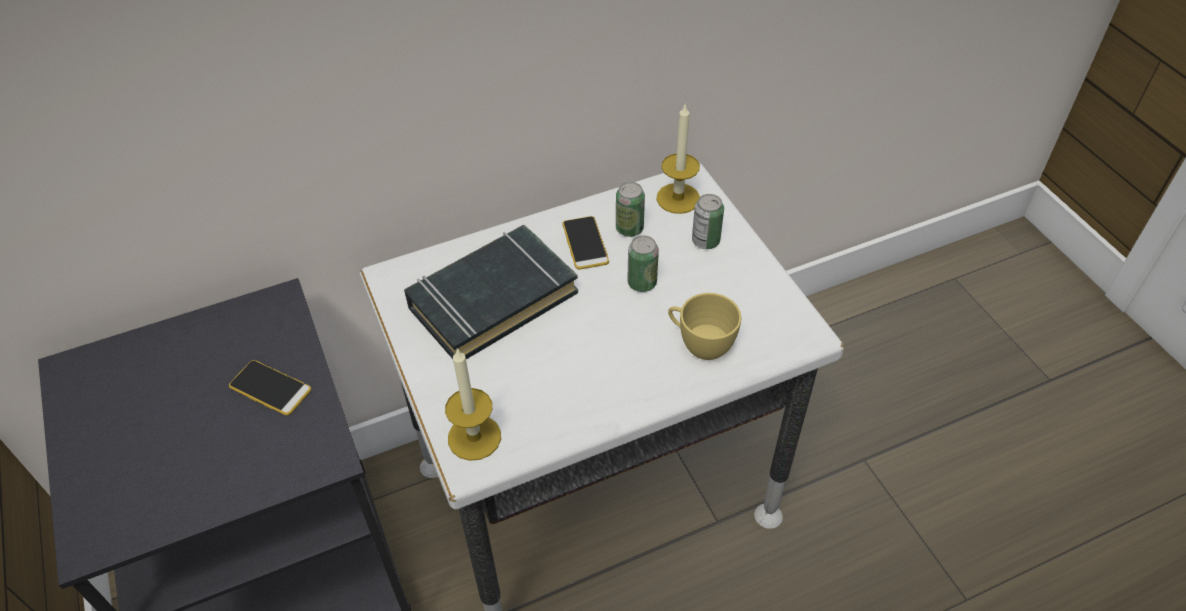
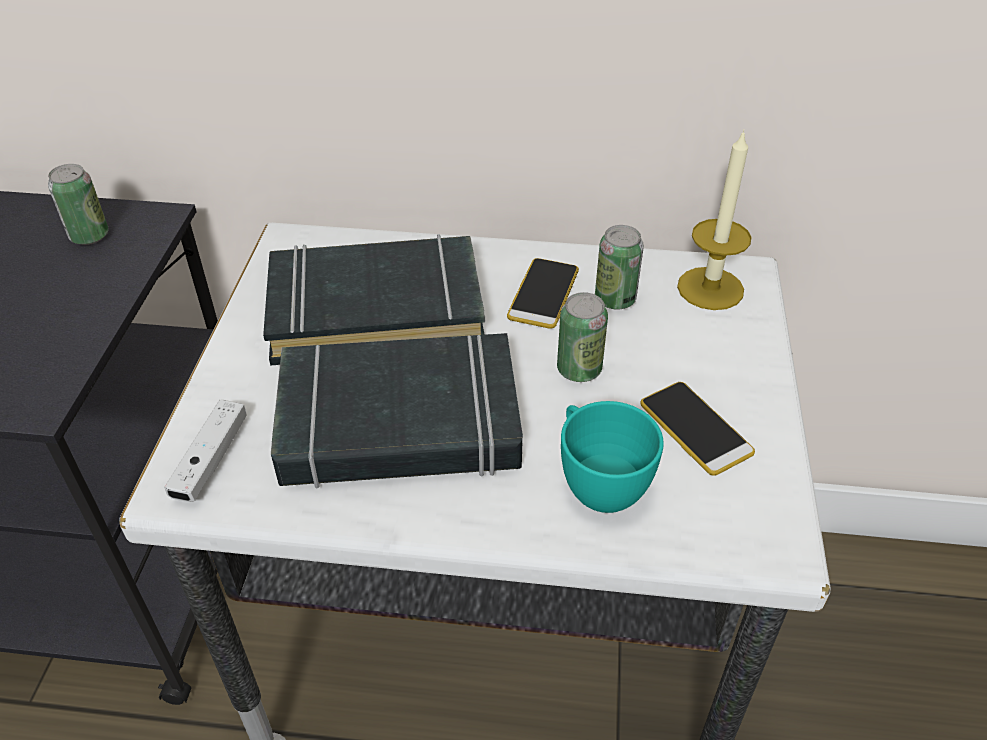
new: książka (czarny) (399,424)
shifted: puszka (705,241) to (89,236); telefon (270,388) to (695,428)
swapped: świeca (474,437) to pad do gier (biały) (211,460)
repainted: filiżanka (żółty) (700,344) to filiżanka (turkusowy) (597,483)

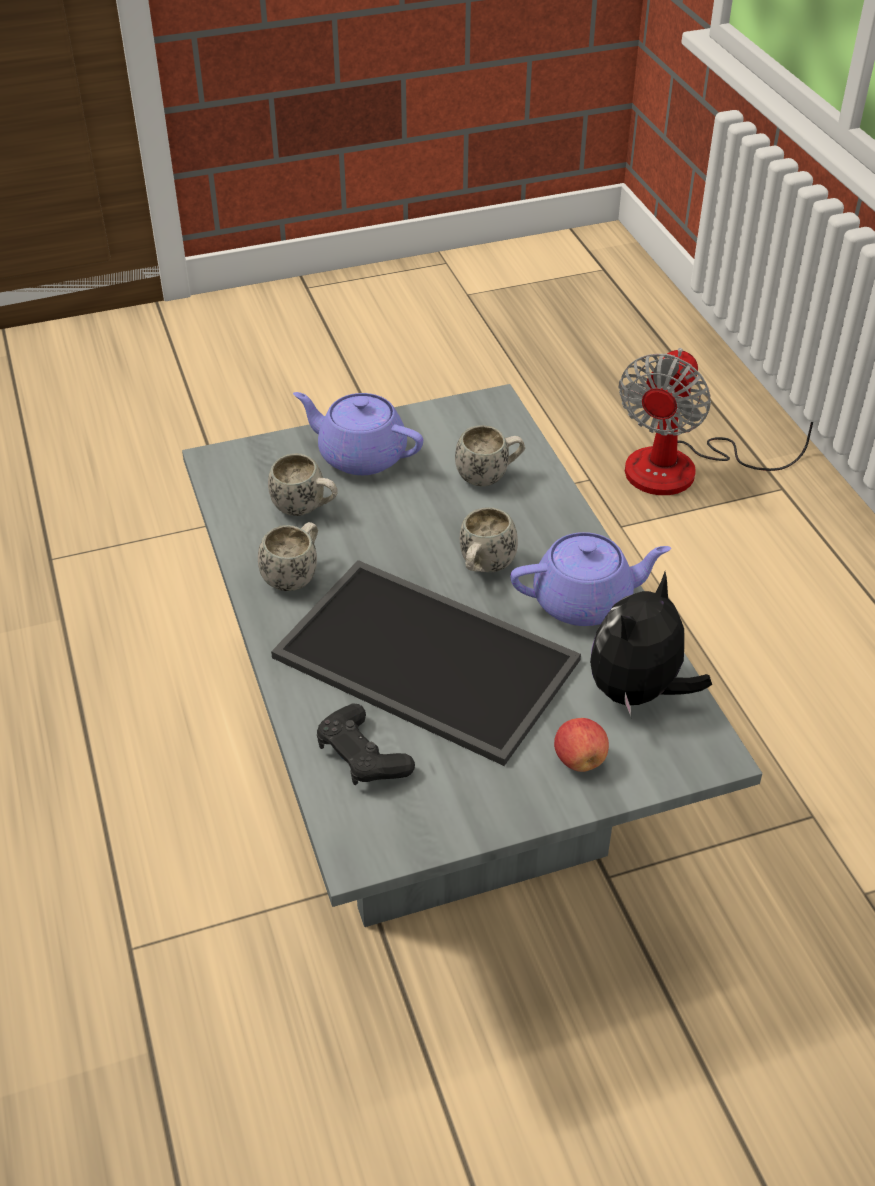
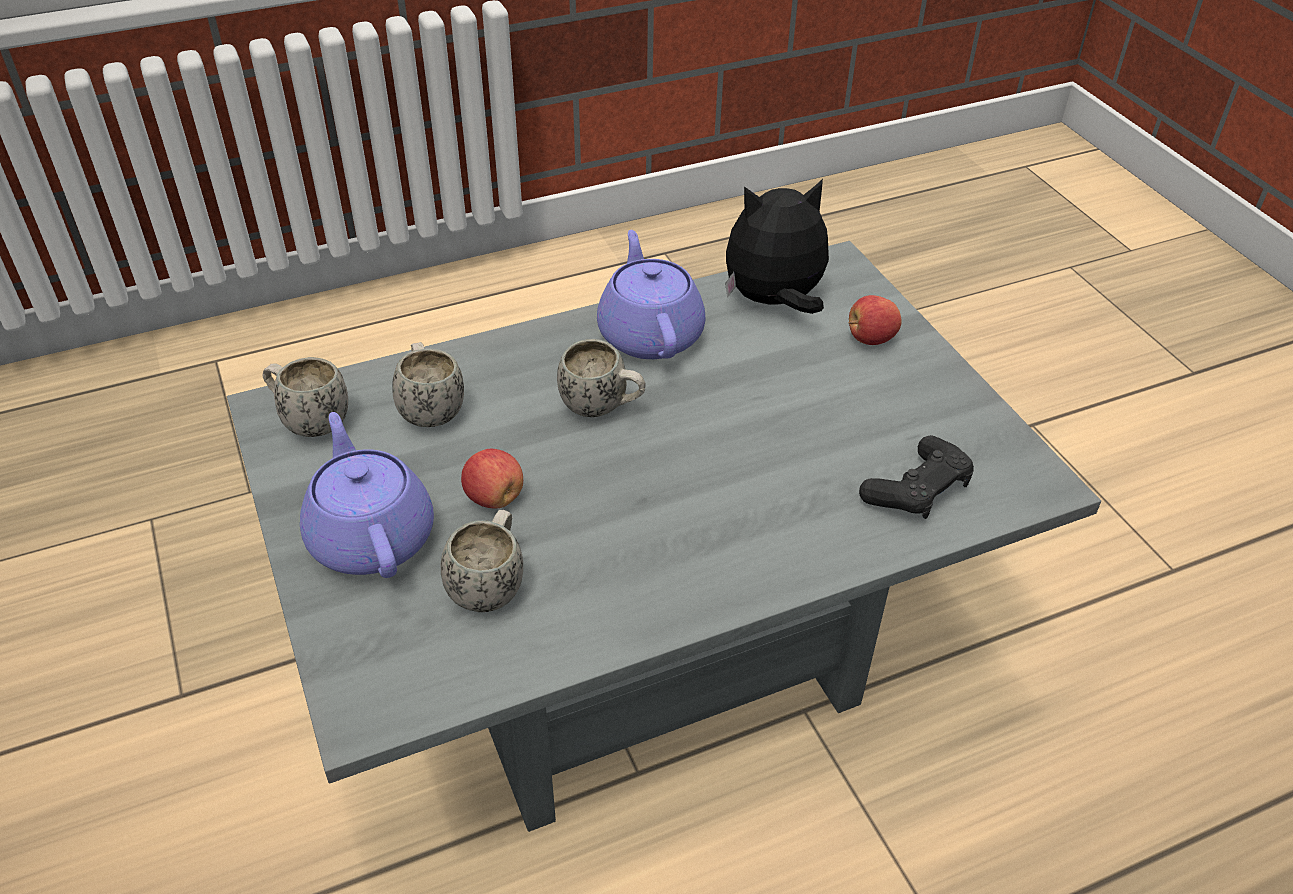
gone: wentylator (686,469); taca (430,657)
new: jabłko (494,498)
shifted: kubek (biały) (295,575) to (308,421)
rotated: imbryk (fioletowy) (360,455) = (371,535) 135 degrees clockwise; pluszak (638,693) = (774,302) 135 degrees clockwise

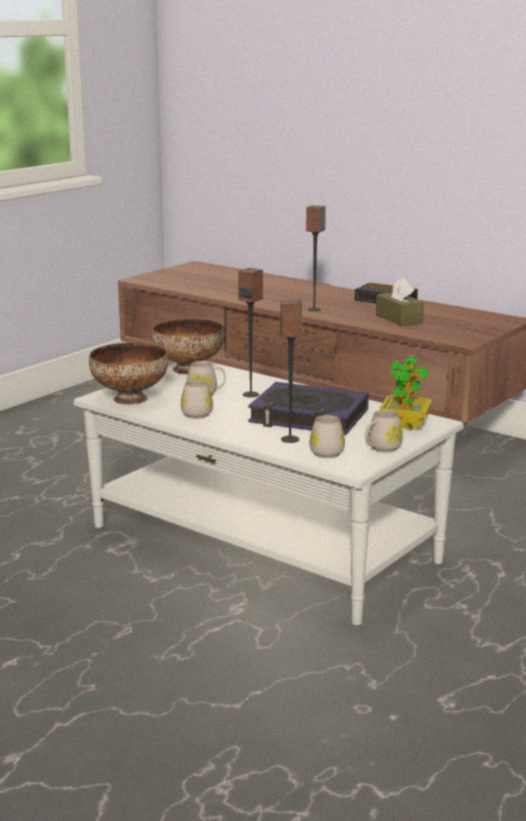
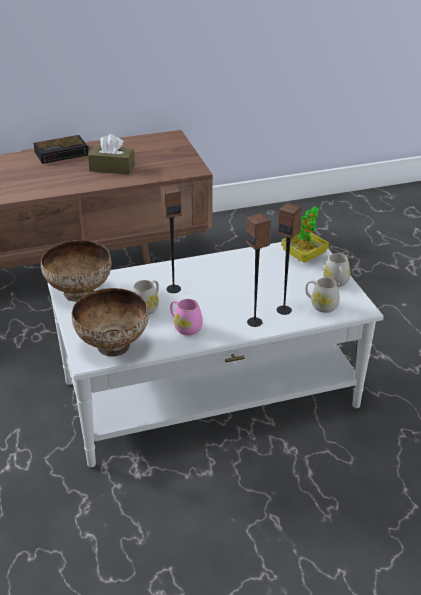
gone: książka (308,417)
shifted: głośnik (314,309) to (255,322)
repainted: kubek (biały) (197,413) to kubek (różowy) (185,327)

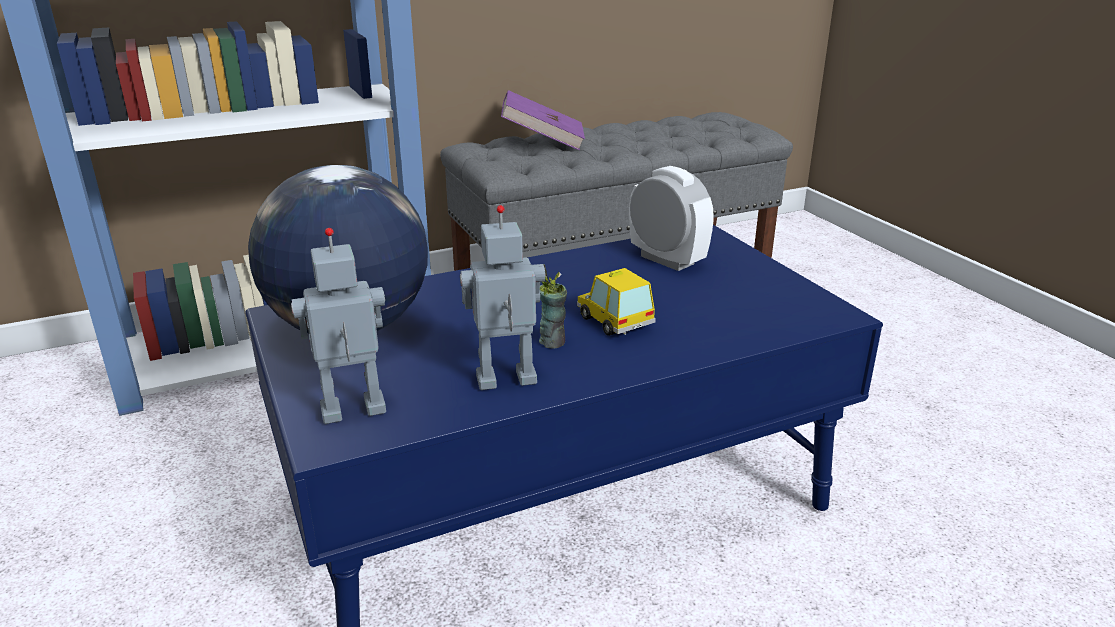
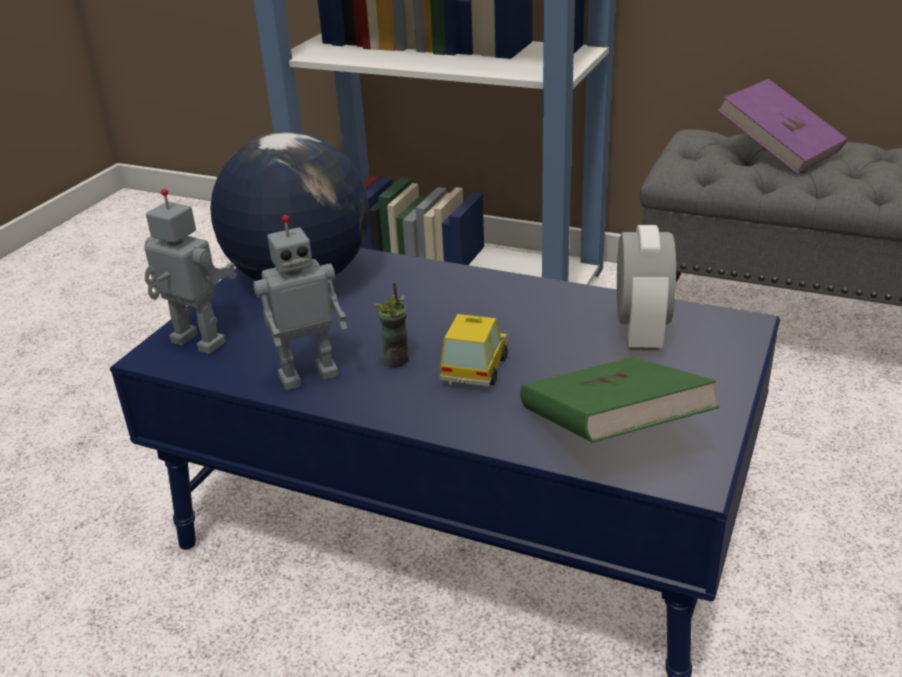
new: książka (zielony) (610,433)
rotated: robot zabawkowy (506,382) = (308,375) 120 degrees clockwise

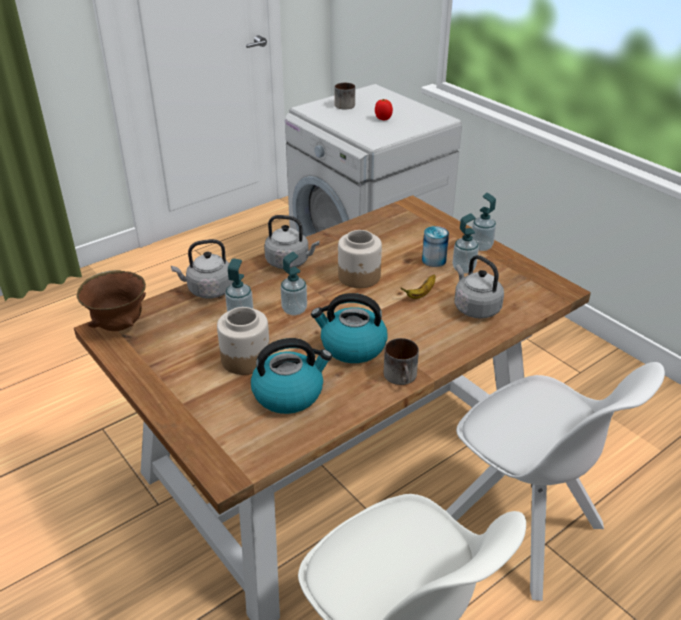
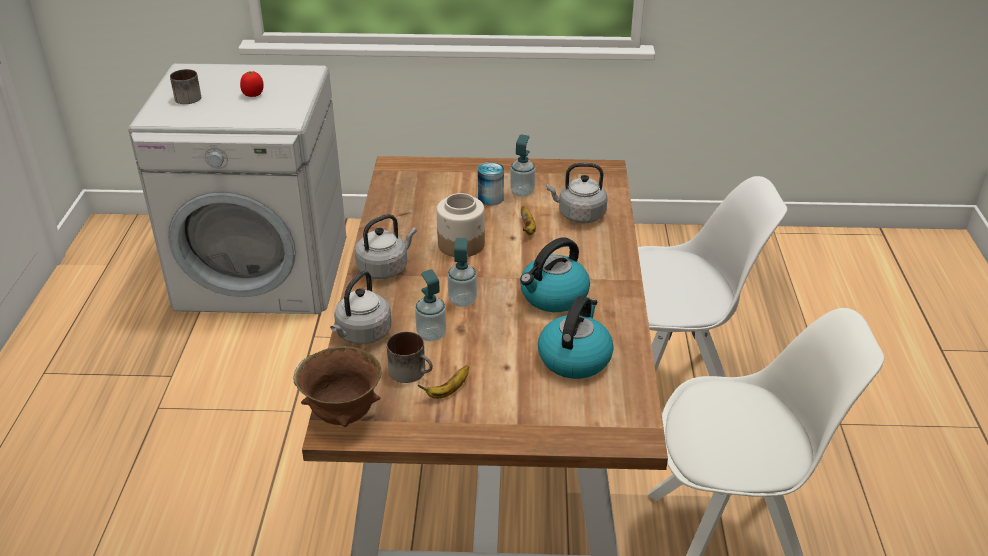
gone: dozownik mydła (481,246); słoik (245,359)
new: banan (448,391)
shifted: kubek (402,377) to (412,371)

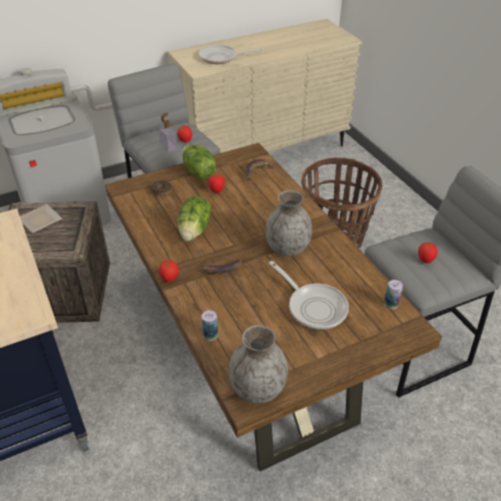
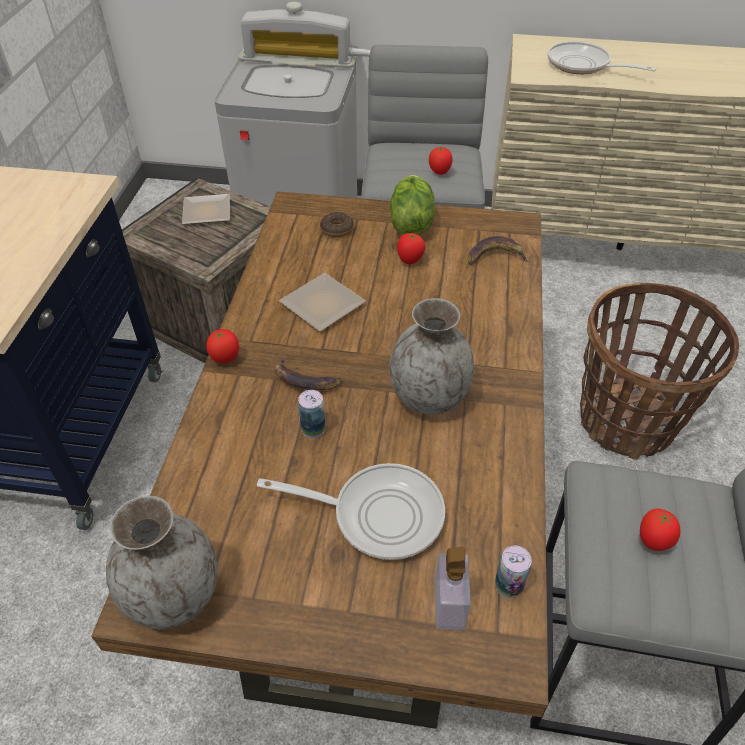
shifted: dozownik mydła (168,147) to (449,604); puszka (210,335) to (313,429)
swapped: sałata (195,230) to talerz (325,305)
rotated: patelnia (314,306) = (378,514) 75 degrees counterclockwise

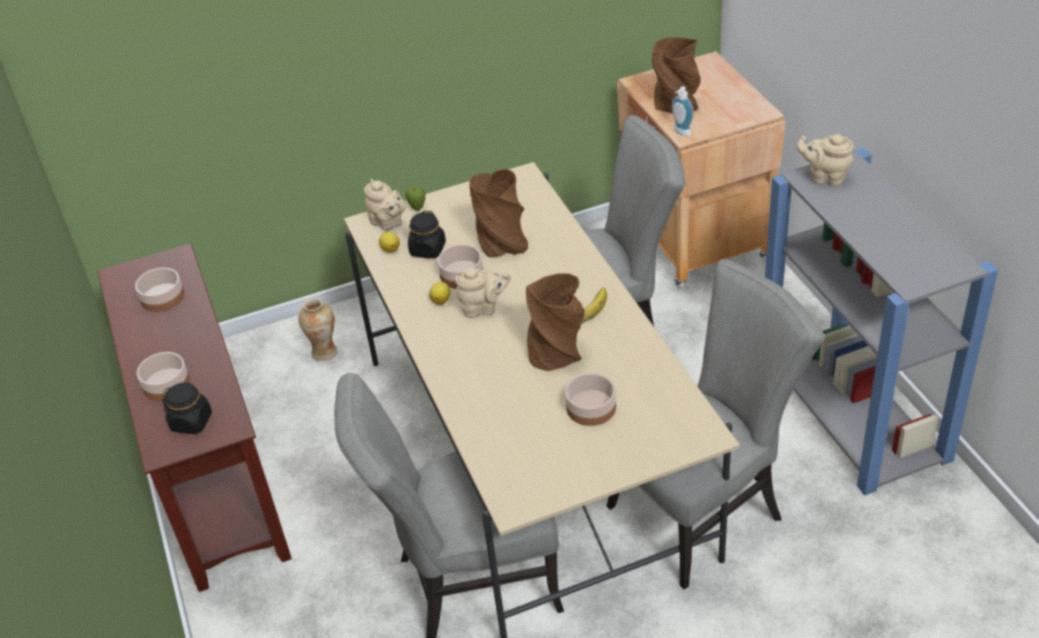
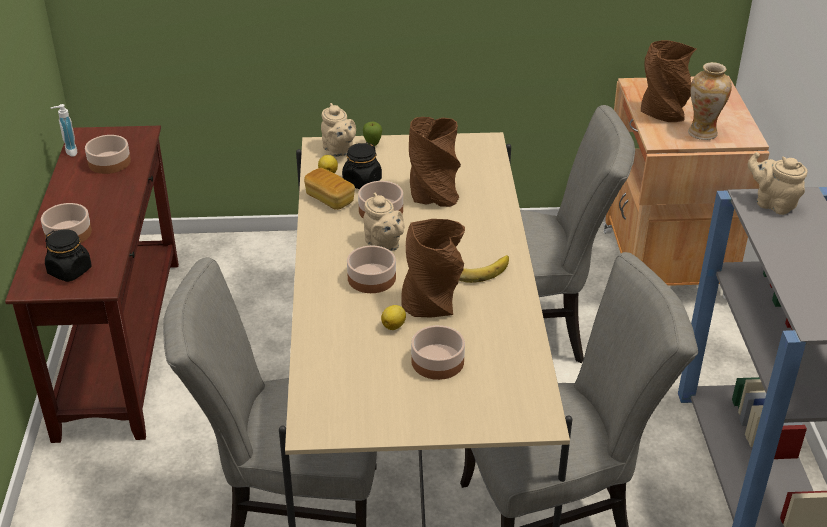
new: chleb (330,199); miska (371,278)
shifted: dozownik mydła (680,133) to (68,152); cytryna (441,300) to (394,326); wazon (324,352) to (702,133)
rotated: imbryk (beżowy) (483,308) = (384,245) 45 degrees clockwise

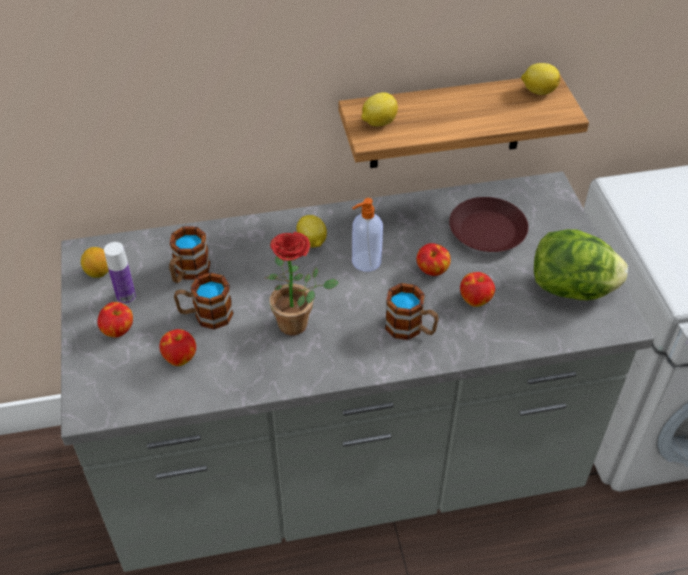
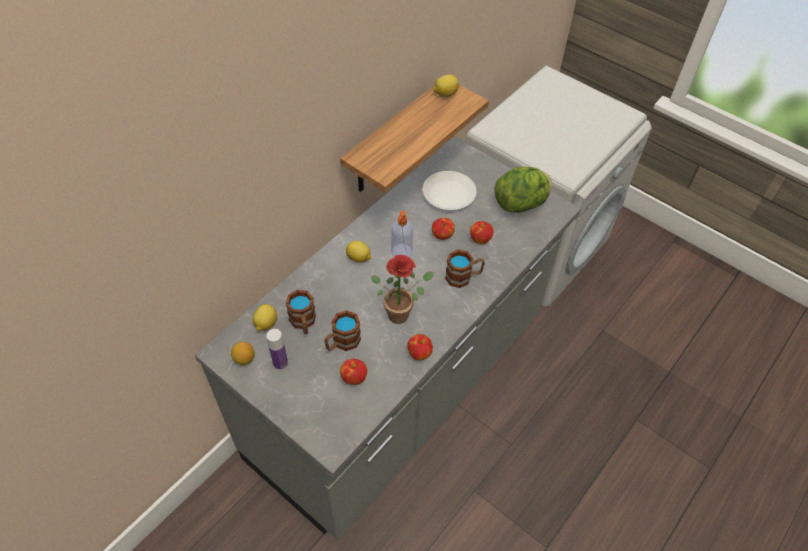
shifted: cytryna (378,122) to (265,324); jabłko (118,330) to (419,353)
repainted: talerz (brązowy) (488,231) to talerz (biały) (449,194)

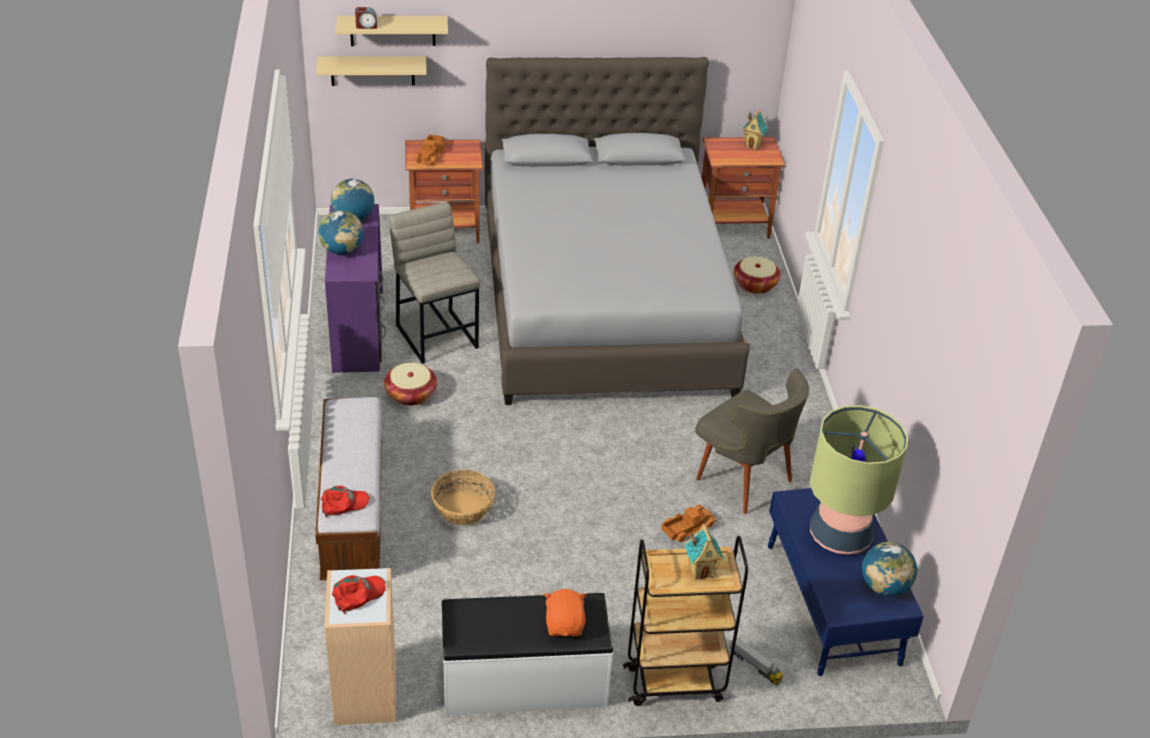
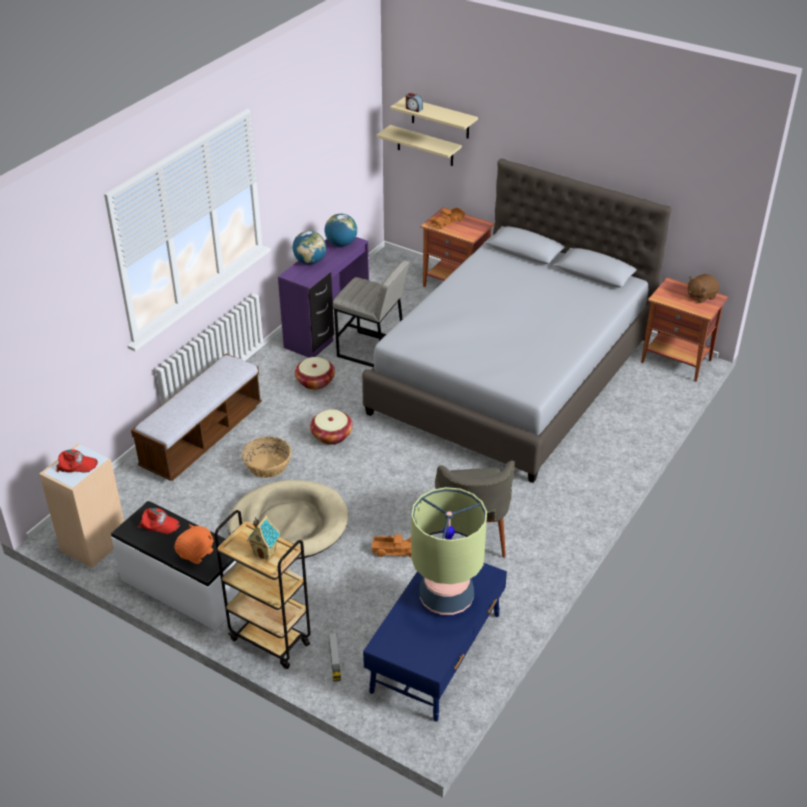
gone: globus (884,587)
new: legowisko (beżowy) (288,524)
shifted: koszyk (755,285) to (331,435); czapka z daszkiem (czerwony) (344,503) to (159,524)
swapped: domek (753,145) to pluszak (brązowy) (701,296)
rotated: krzesło (szary) (435,335) = (372,351) 105 degrees clockwise

